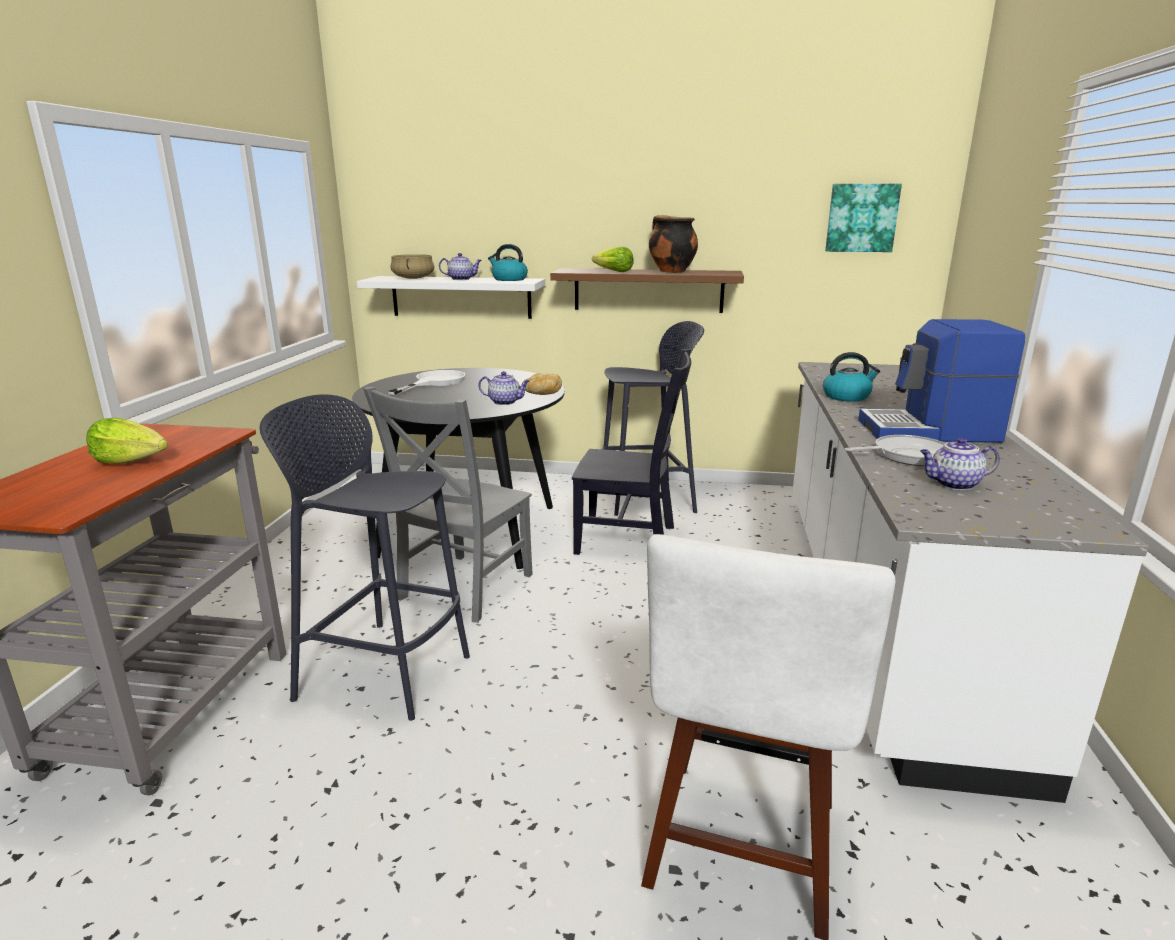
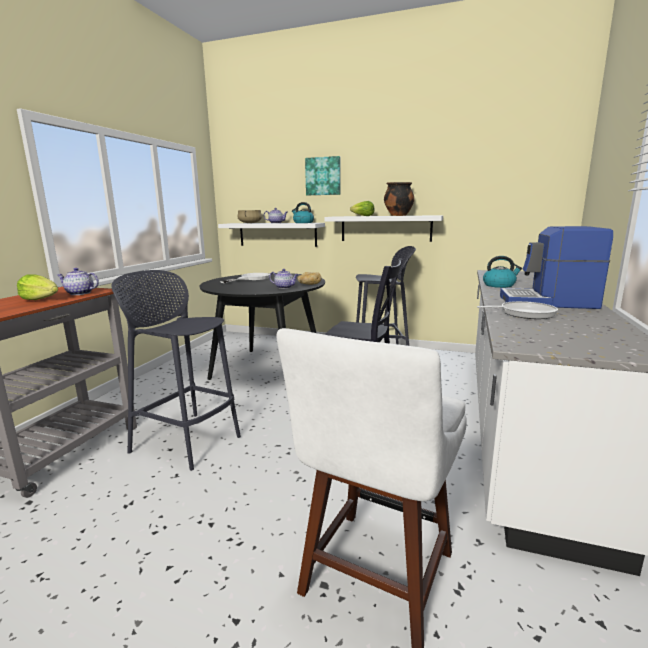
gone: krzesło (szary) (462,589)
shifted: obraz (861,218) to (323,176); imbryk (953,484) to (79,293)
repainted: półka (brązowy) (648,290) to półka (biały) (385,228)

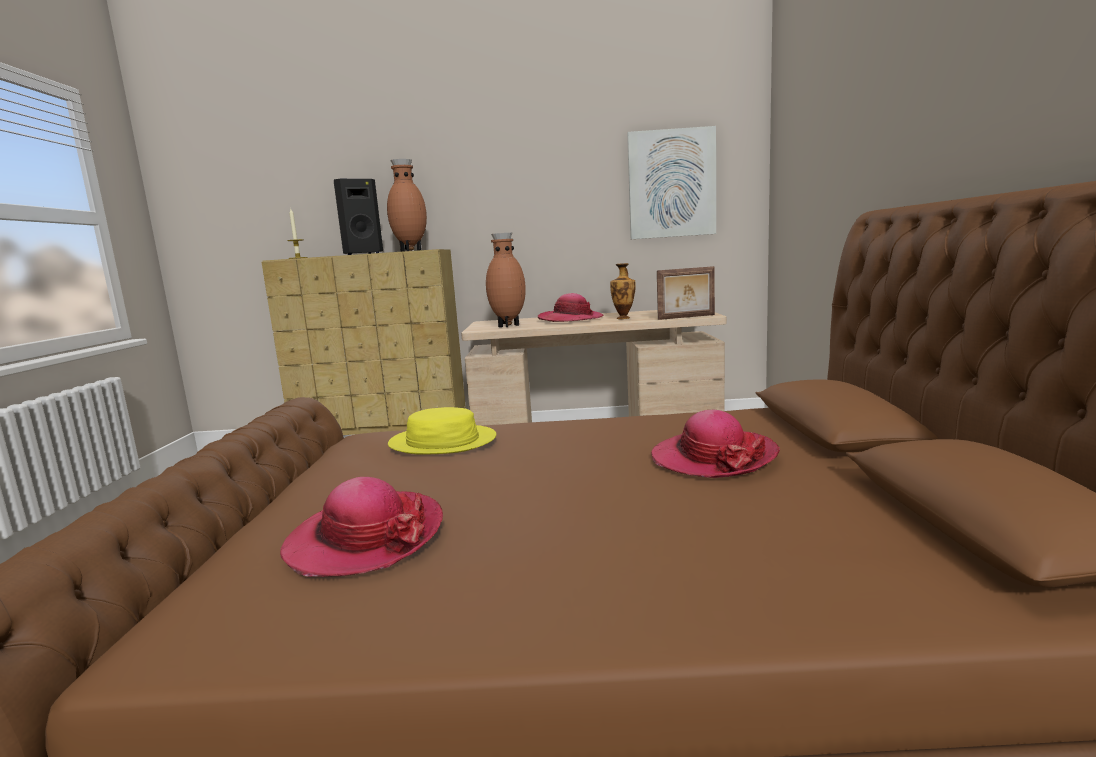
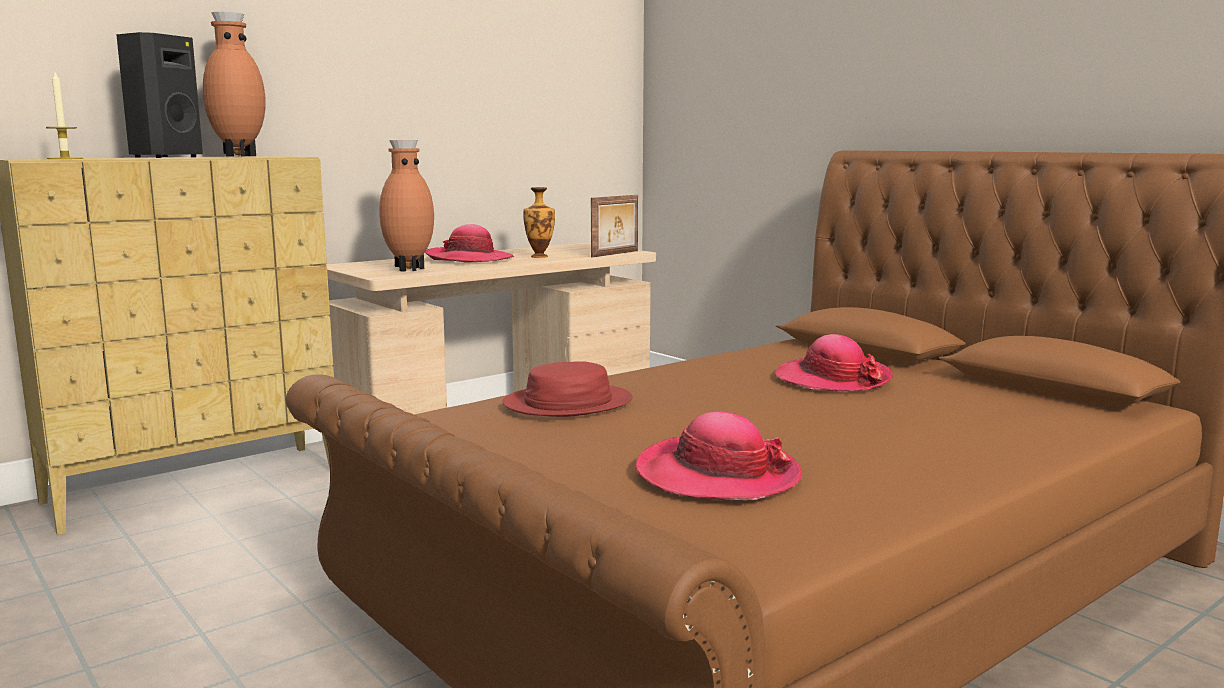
gone: obraz (671,184)
repainted: kapelusz (żółty) (442,442) to kapelusz (czerwony) (568,403)

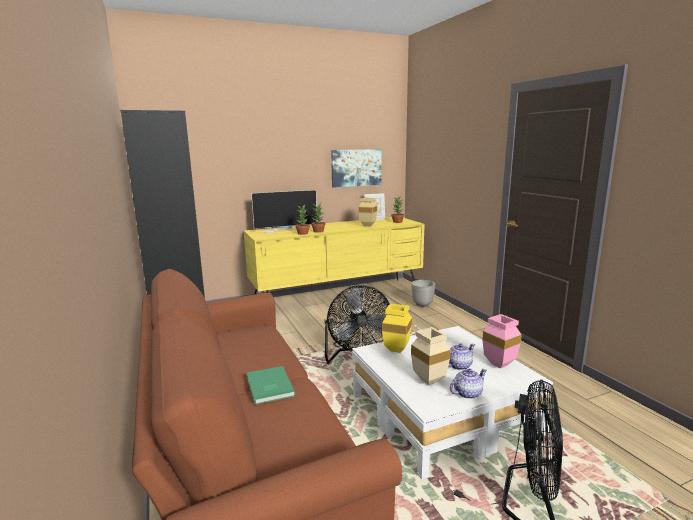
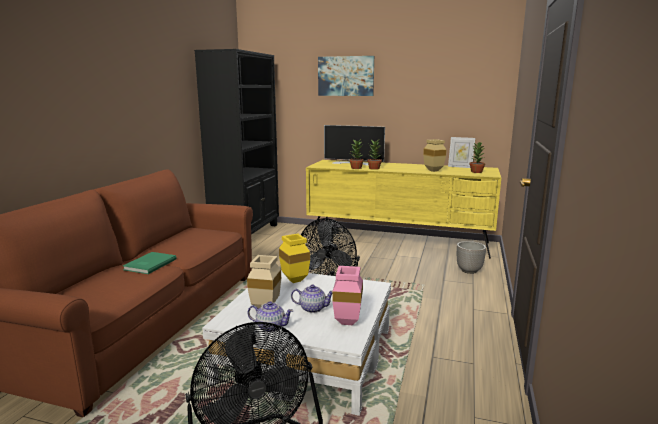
shifted: obraz (356,167) to (346,76)

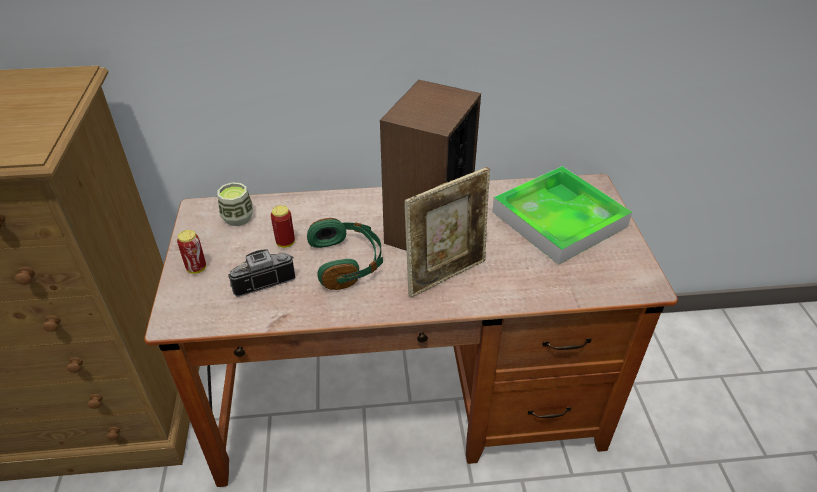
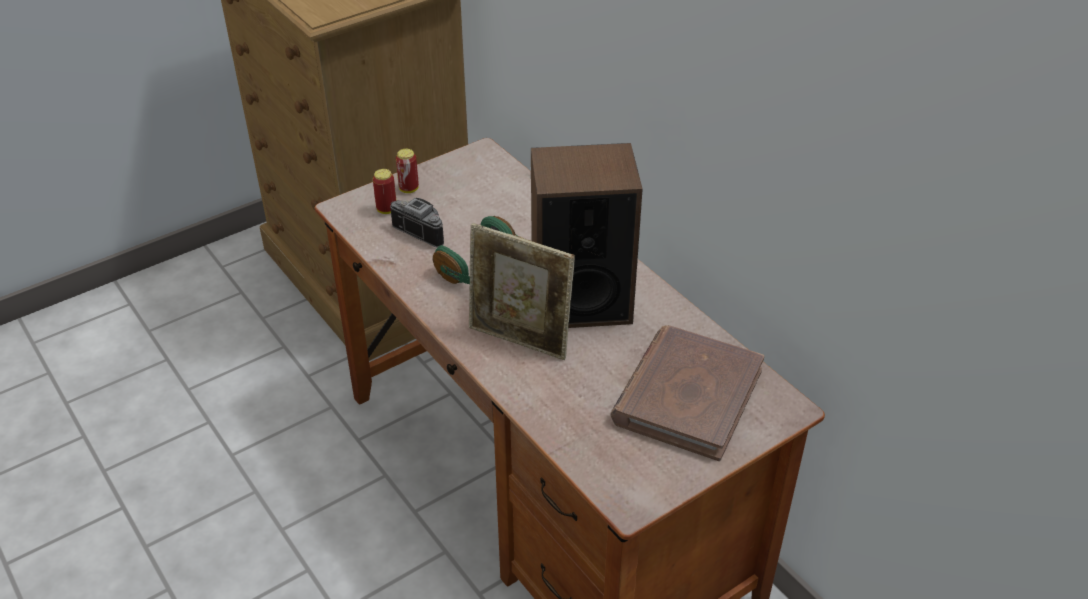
gone: filiżanka (238,218)
shifted: puszka (285,243) to (386,210)
swapped: taca (559,219) to książka (brązowy) (687,396)

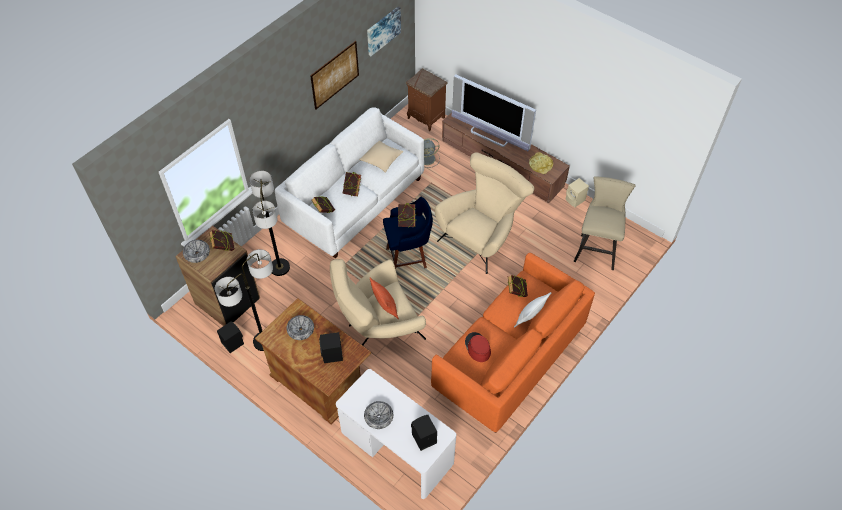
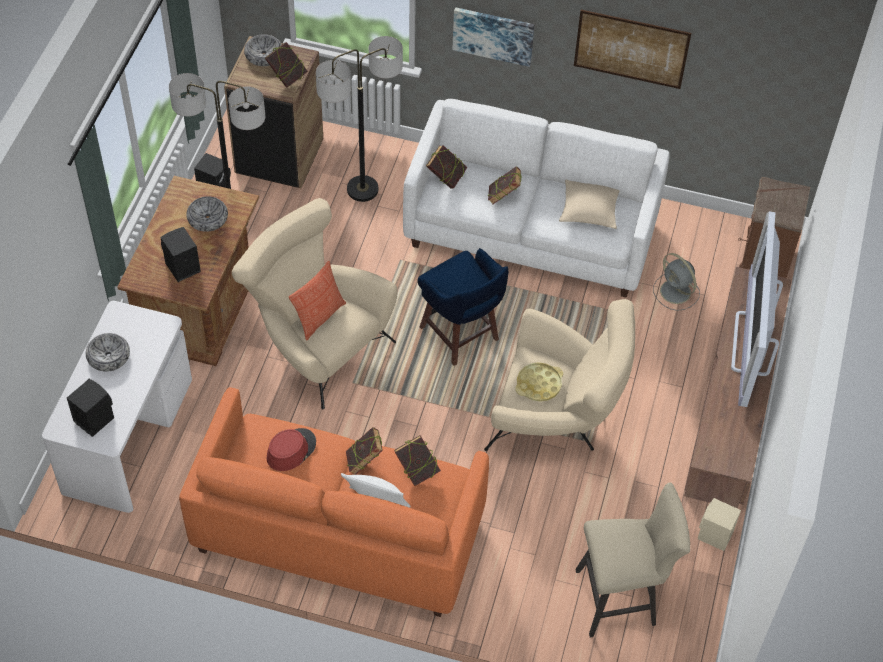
shifted: obraz (383,30) to (493,35); taca (żółty) (540,165) to (539,384); książka (406,222) to (364,461)

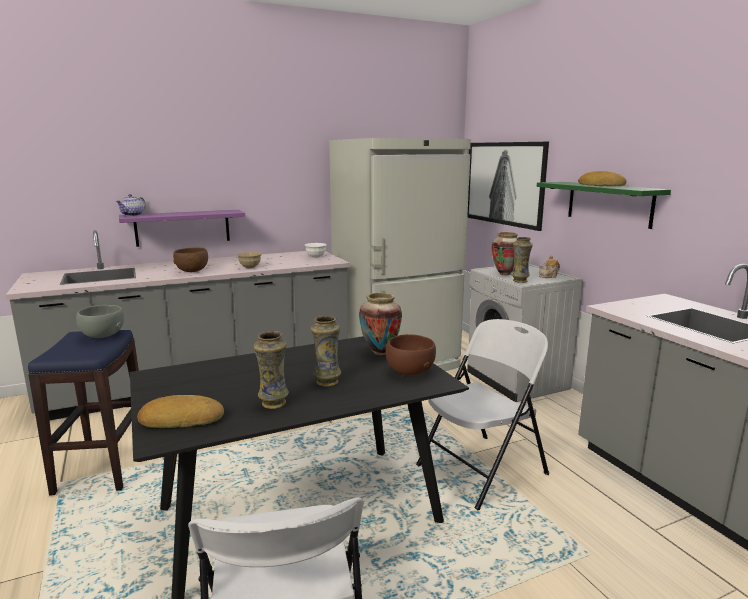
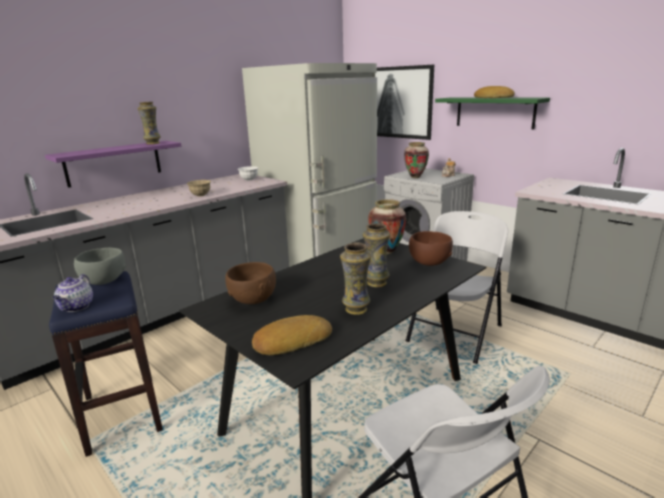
shifted: imbryk (132,215) to (76,307); wazon (520,281) to (152,143); miska (brązowy) (192,271) to (253,299)

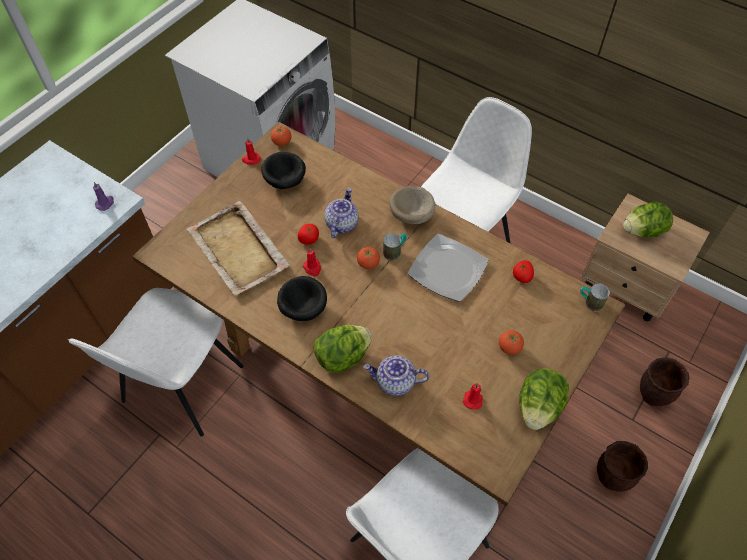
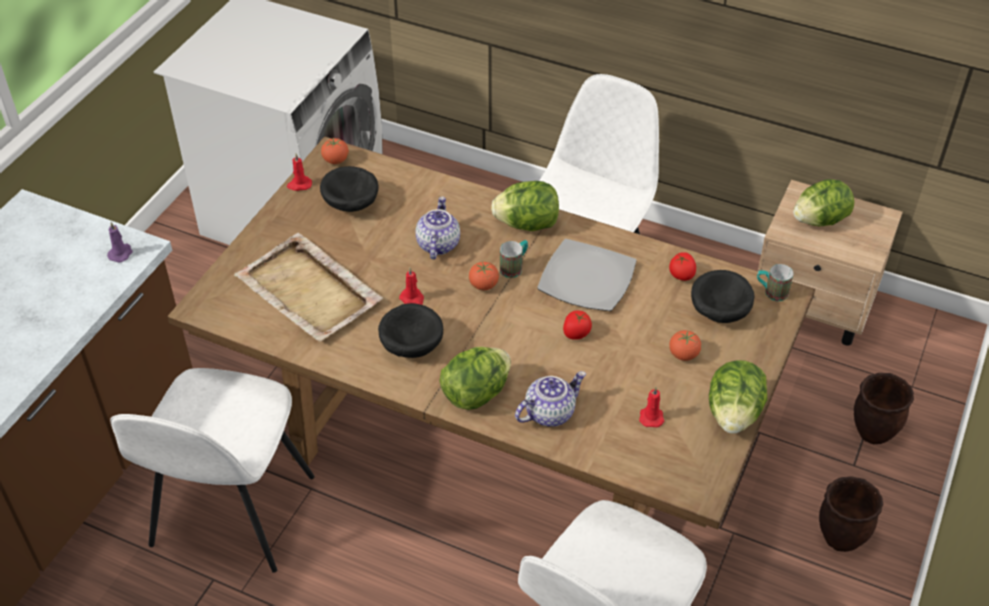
new: miska (czarny) (718,312)
shifted: pomidor (309,239) to (576,333)
swapped: miska (beżowy) (412,215) to sałata (527,224)
rotated: imbryk (395,382) = (549,412) 150 degrees clockwise

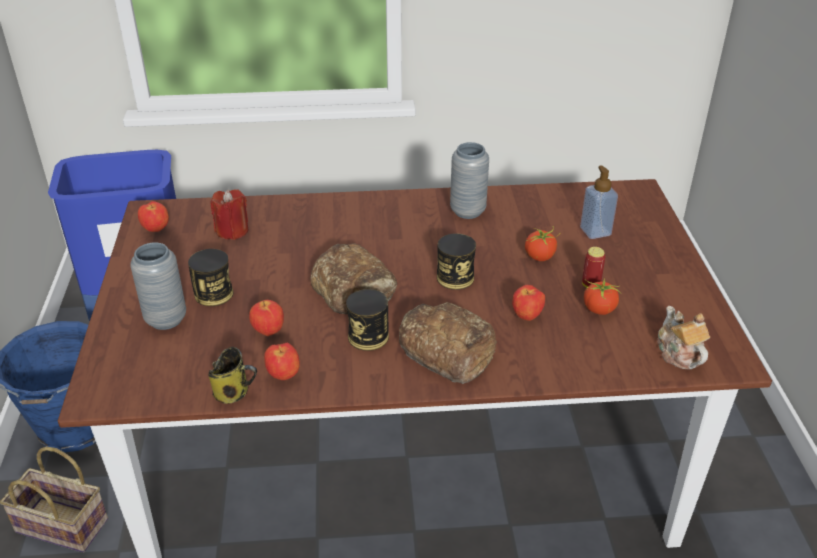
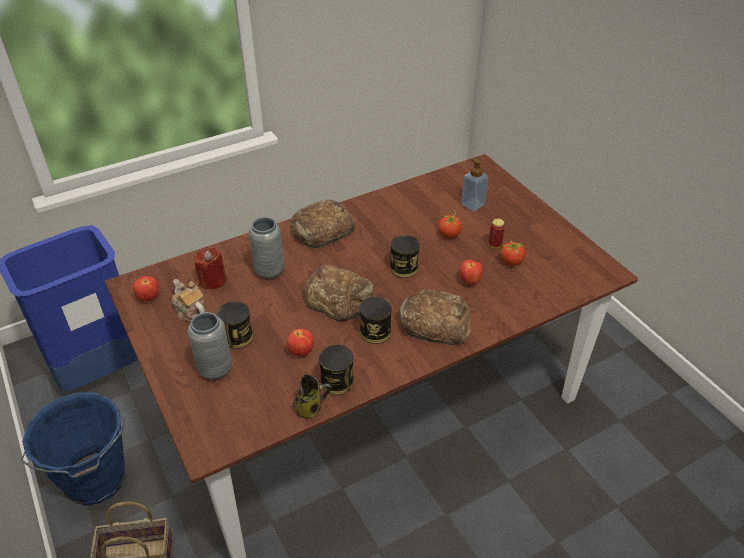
new: chleb (321,230)
shifted: wazon (szary) (467,211) to (269,271); imbryk (678,353) to (190,311)
swapped: jabłko (284,375) to puszka (337,381)

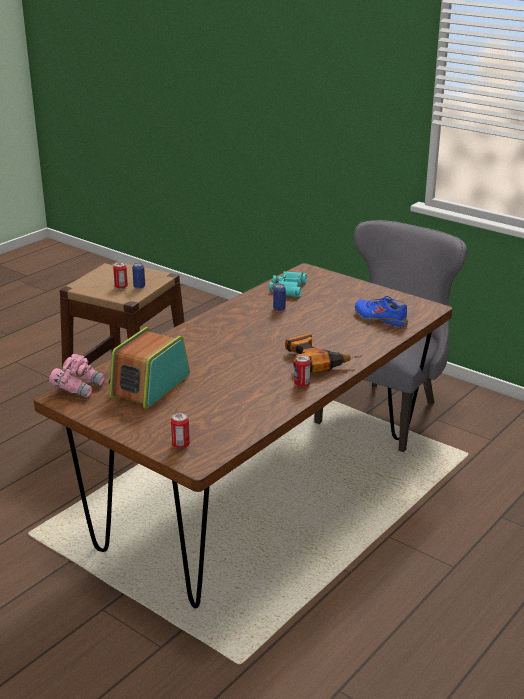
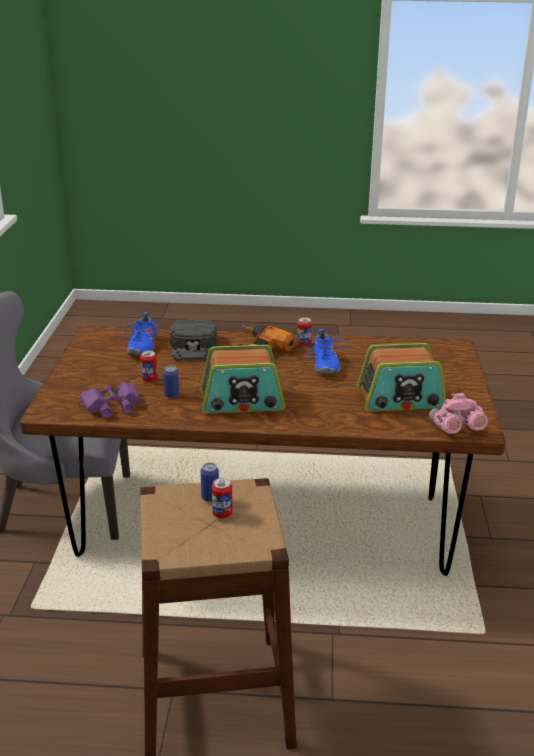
new: czapka z daszkiem (czarny) (194,347); but (niebieski) (324,364); radio (242,401)
shifted: puszka (180,445) to (149,380)
repainted: lornetka (turkusowy) (289,289) to lornetka (fioletowy) (112,406)

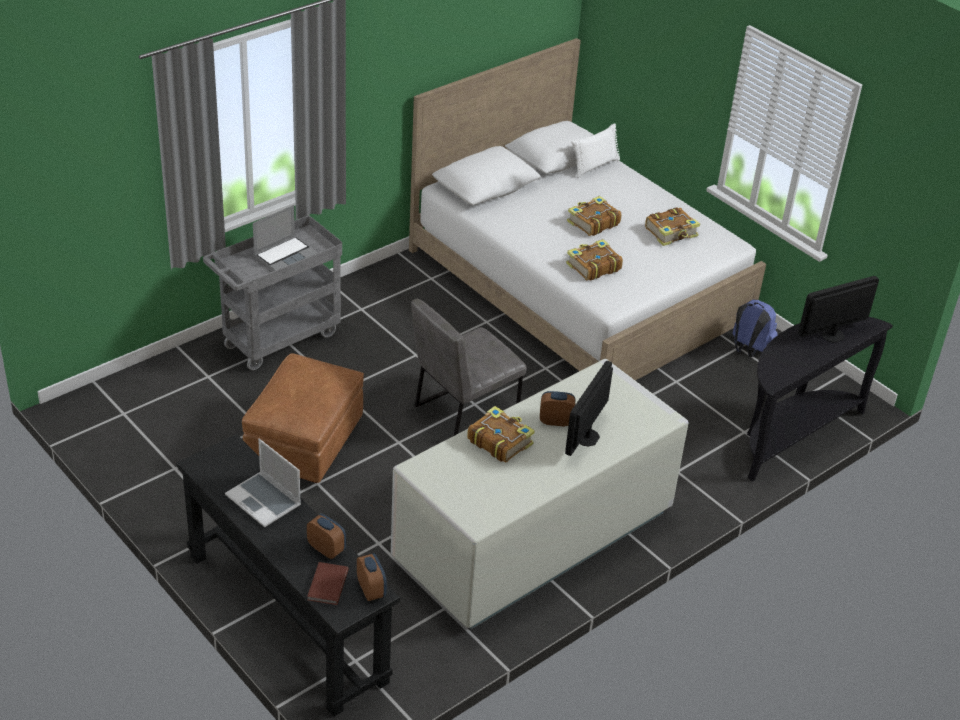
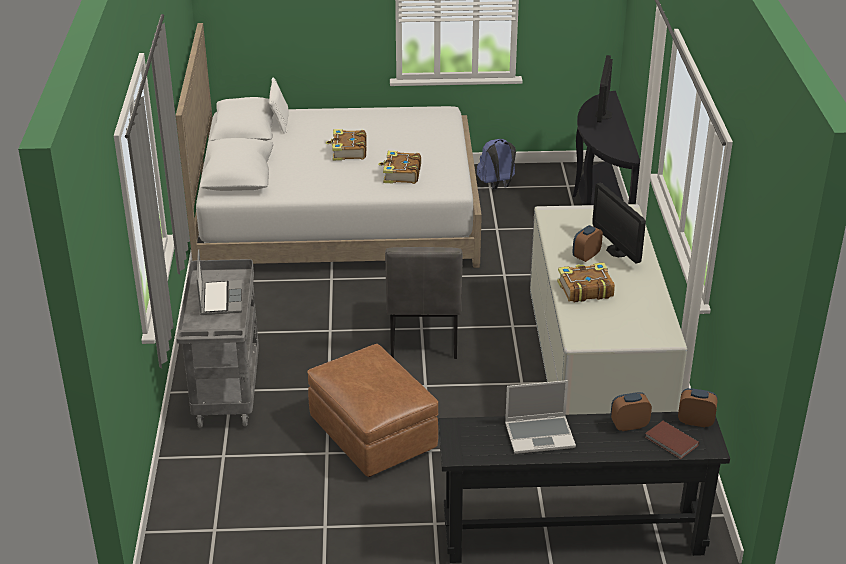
gone: książka (671,233)

